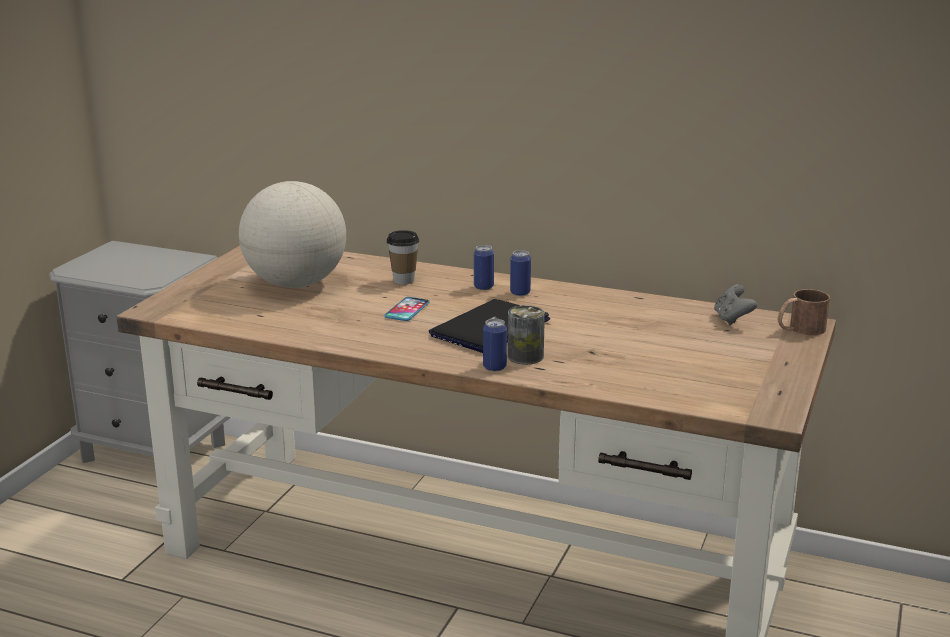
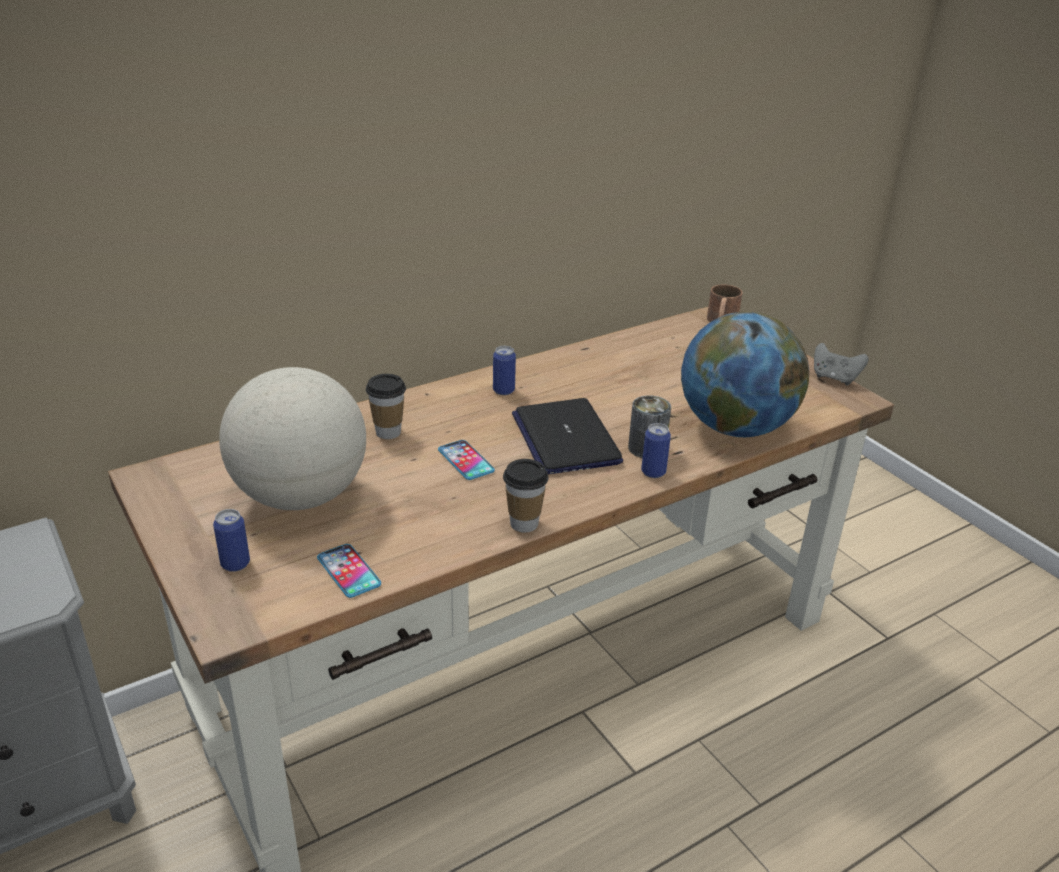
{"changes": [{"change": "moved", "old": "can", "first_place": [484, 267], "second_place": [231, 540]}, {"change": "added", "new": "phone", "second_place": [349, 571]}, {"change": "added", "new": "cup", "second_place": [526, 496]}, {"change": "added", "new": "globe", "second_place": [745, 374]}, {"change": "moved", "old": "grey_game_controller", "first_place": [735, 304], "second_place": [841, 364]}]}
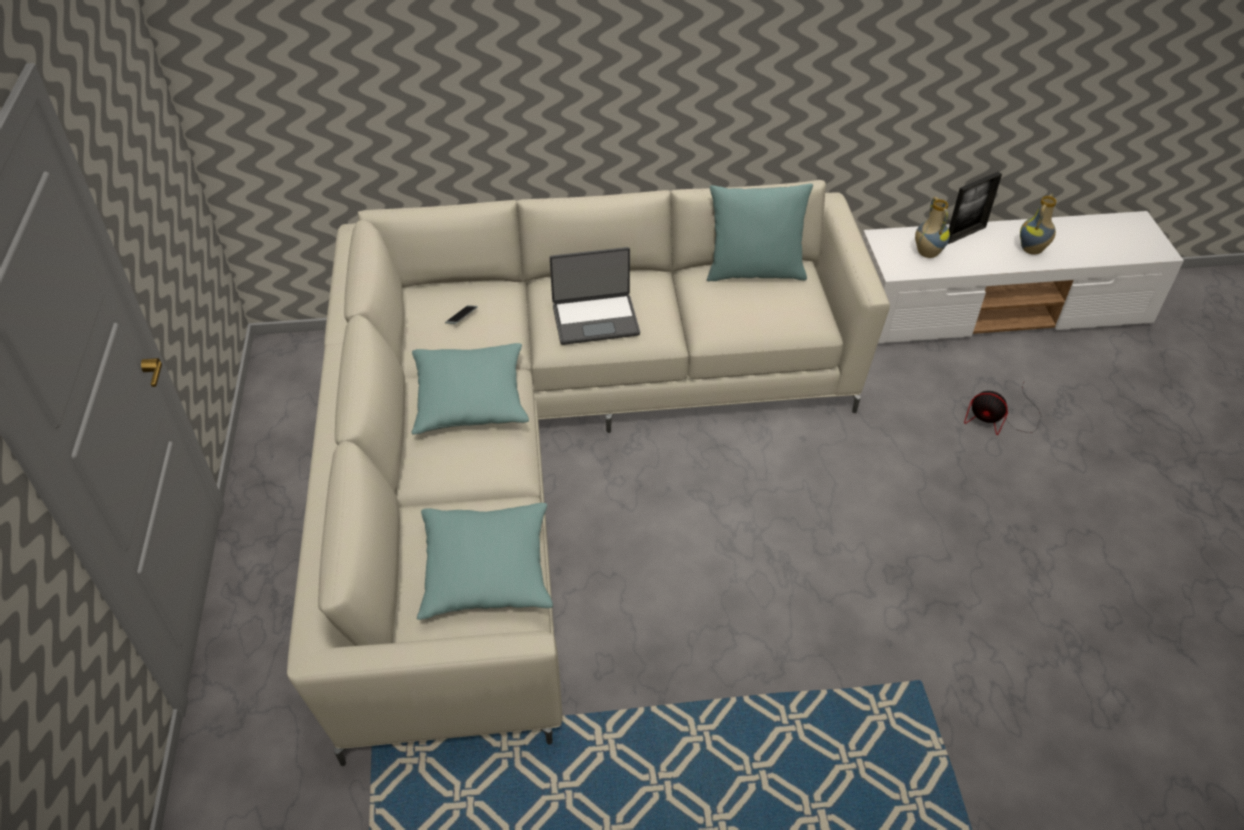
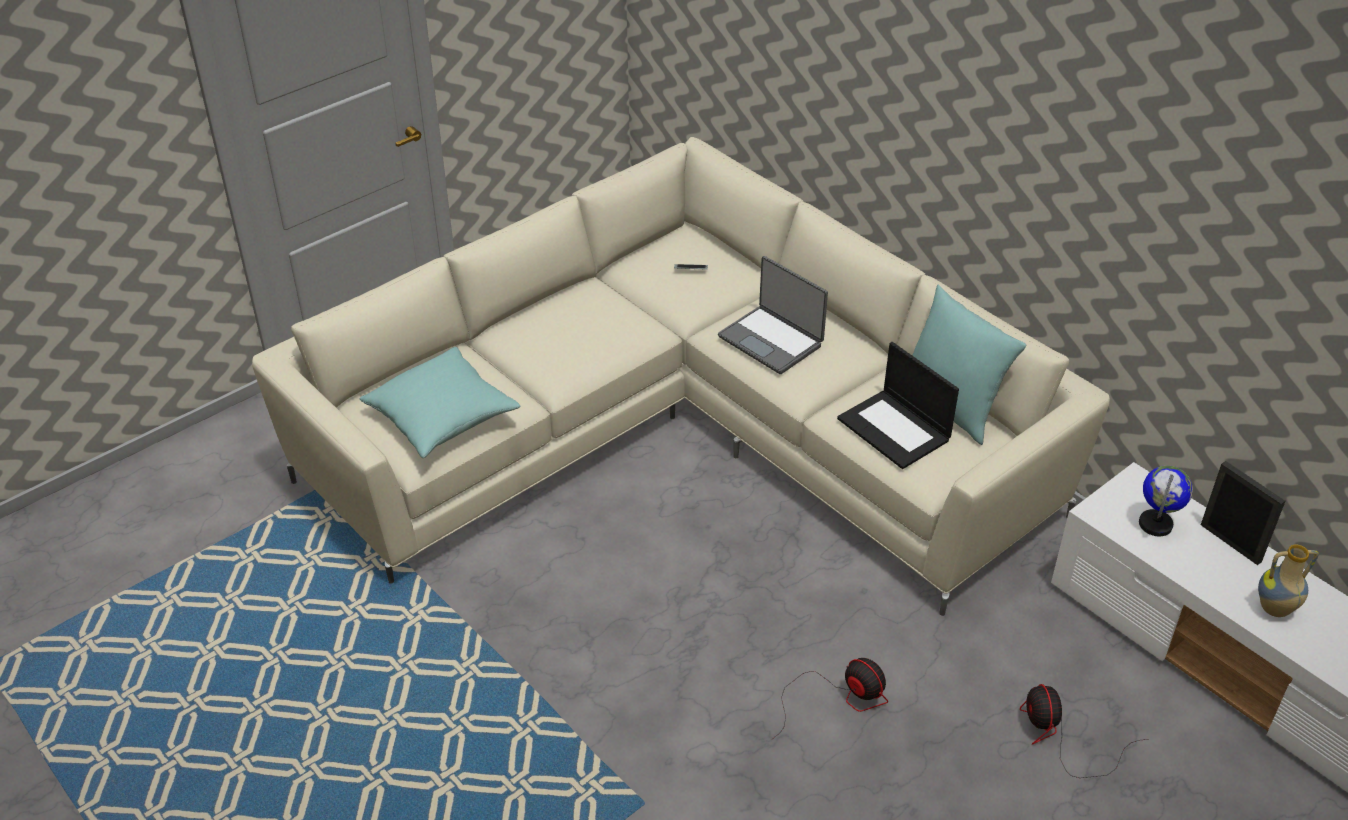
{"changes": [{"change": "added", "new": "fan", "second_place": [829, 699]}, {"change": "added", "new": "laptop", "second_place": [898, 405]}, {"change": "replaced", "old": "vase", "new": "globe", "first_place": [932, 227], "second_place": [1166, 500]}, {"change": "turned", "old": "picture_frame", "first_place": [975, 208], "second_place": [1243, 513], "degrees": -150}, {"change": "removed", "old": "turquoise_pillow", "first_place": [470, 389]}]}
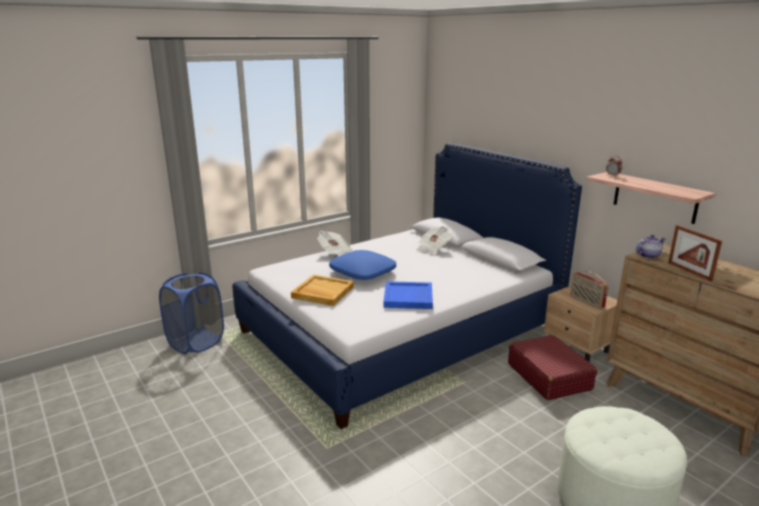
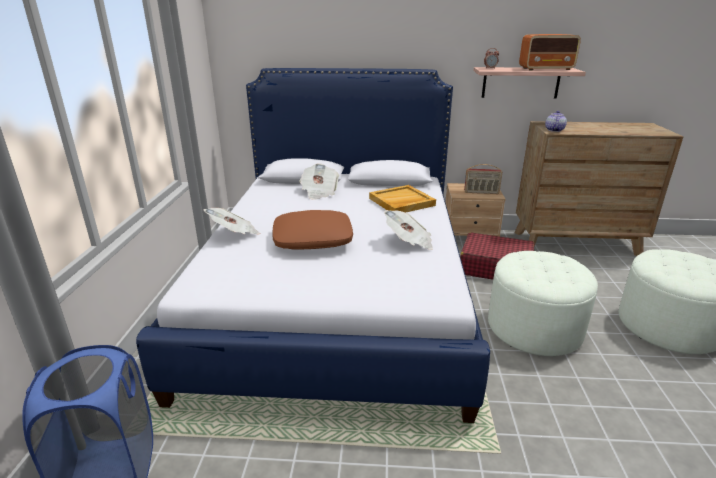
{"changes": [{"change": "recoloured", "old": "blue_pillow", "new": "brown_pillow", "first_place": [362, 265], "second_place": [312, 229]}, {"change": "moved", "old": "beige_tray", "first_place": [322, 290], "second_place": [402, 199]}, {"change": "replaced", "old": "blue_tray", "new": "newspaper", "first_place": [408, 295], "second_place": [408, 230]}, {"change": "added", "new": "white_ottoman", "second_place": [543, 303]}, {"change": "added", "new": "radio", "second_place": [550, 52]}, {"change": "removed", "old": "picture_frame", "first_place": [695, 253]}]}
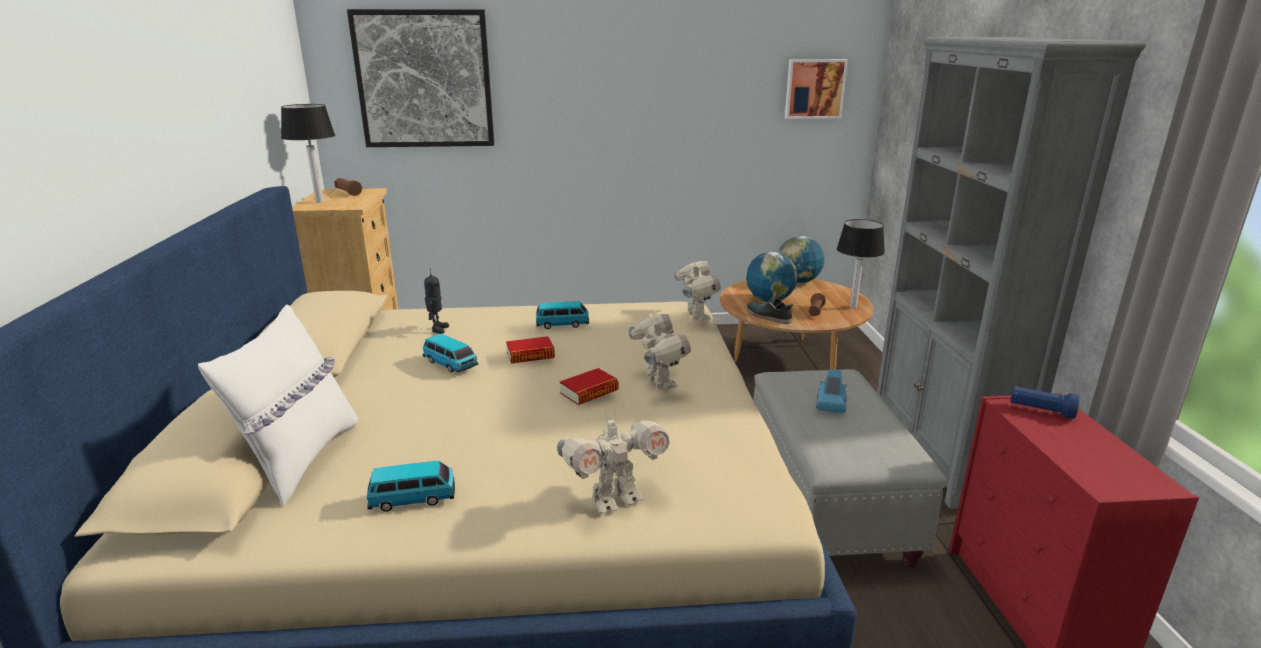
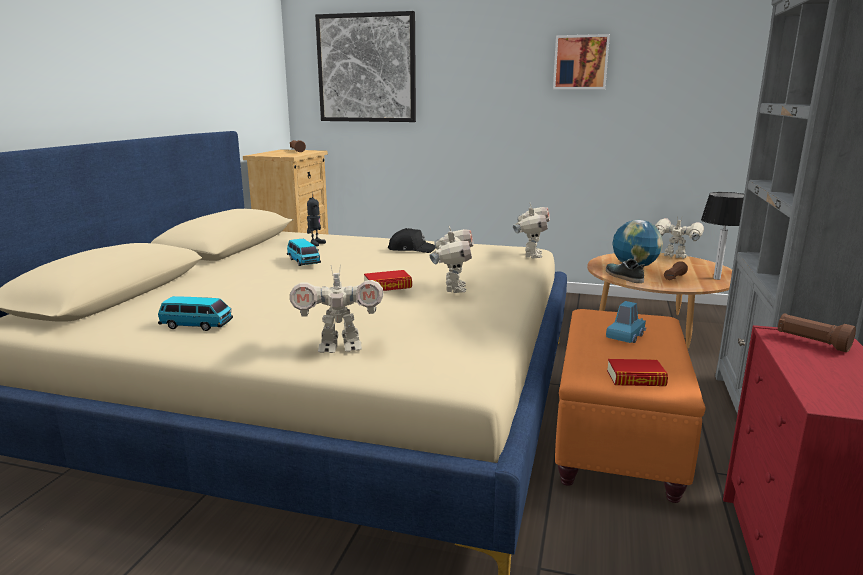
{"changes": [{"change": "replaced", "old": "toy_car", "new": "black_cap", "first_place": [562, 315], "second_place": [412, 240]}, {"change": "moved", "old": "picture", "first_place": [816, 89], "second_place": [581, 61]}, {"change": "recoloured", "old": "grey_ottoman", "new": "orange_ottoman", "first_place": [850, 468], "second_place": [630, 406]}, {"change": "moved", "old": "book", "first_place": [530, 350], "second_place": [637, 372]}, {"change": "replaced", "old": "globe", "new": "toy_robot", "first_place": [801, 259], "second_place": [679, 237]}, {"change": "recoloured", "old": "blue_flashlight", "new": "brown_flashlight", "first_place": [1045, 402], "second_place": [817, 332]}, {"change": "removed", "old": "white_pillow", "first_place": [278, 405]}, {"change": "removed", "old": "table_lamp", "first_place": [308, 153]}]}
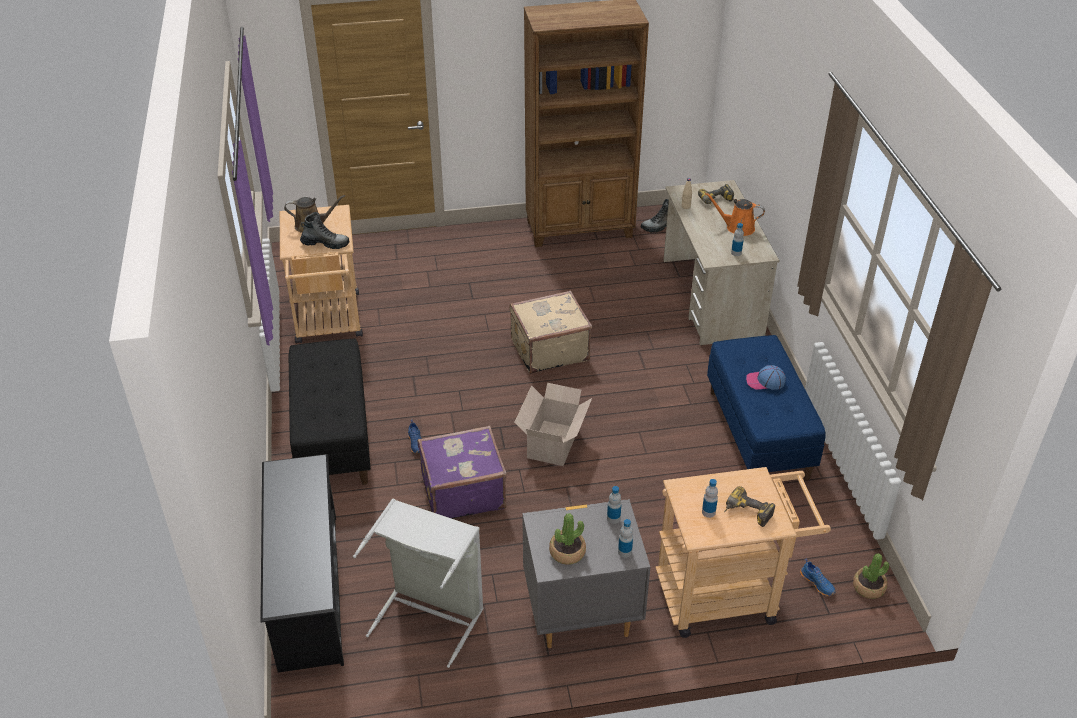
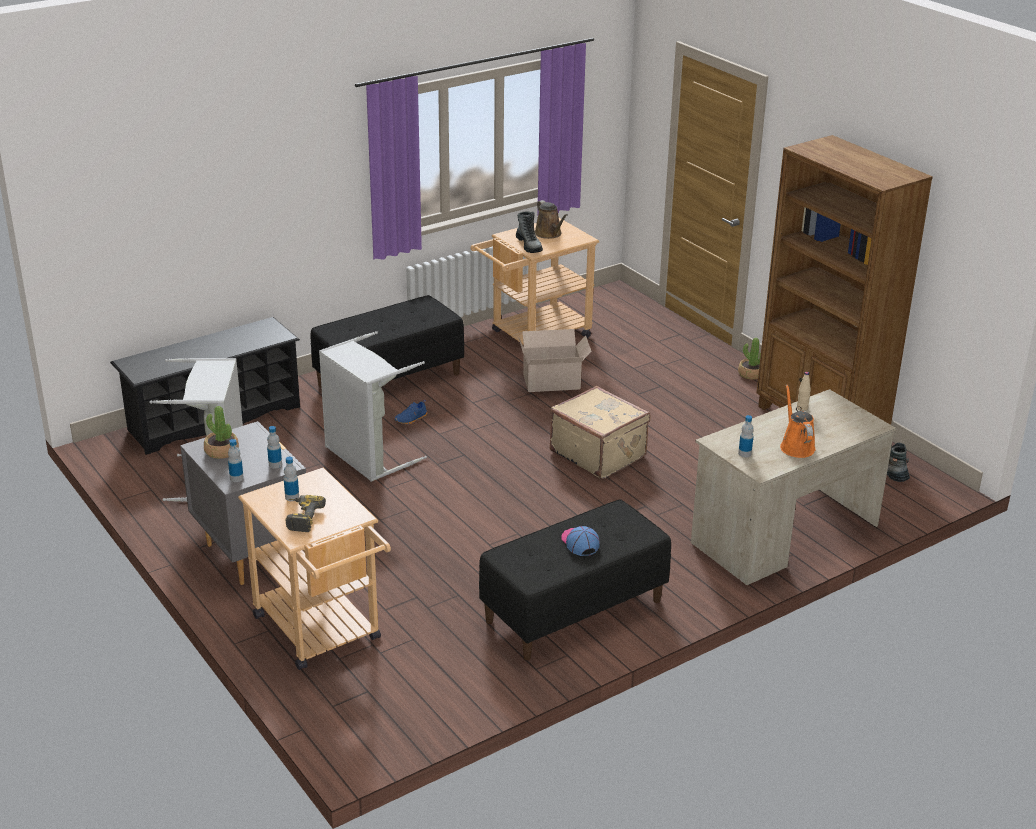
{"changes": [{"change": "replaced", "old": "purple_suitcase", "new": "grey_laundry_basket", "first_place": [462, 472], "second_place": [373, 406]}, {"change": "recoloured", "old": "blue_bench", "new": "black_bench", "first_place": [766, 408], "second_place": [575, 579]}, {"change": "moved", "old": "cardboard_box", "first_place": [553, 424], "second_place": [555, 360]}, {"change": "moved", "old": "potted_plant", "first_place": [871, 576], "second_place": [749, 359]}, {"change": "removed", "old": "power_drill", "first_place": [716, 195]}, {"change": "removed", "old": "blue_shoe", "first_place": [818, 577]}]}
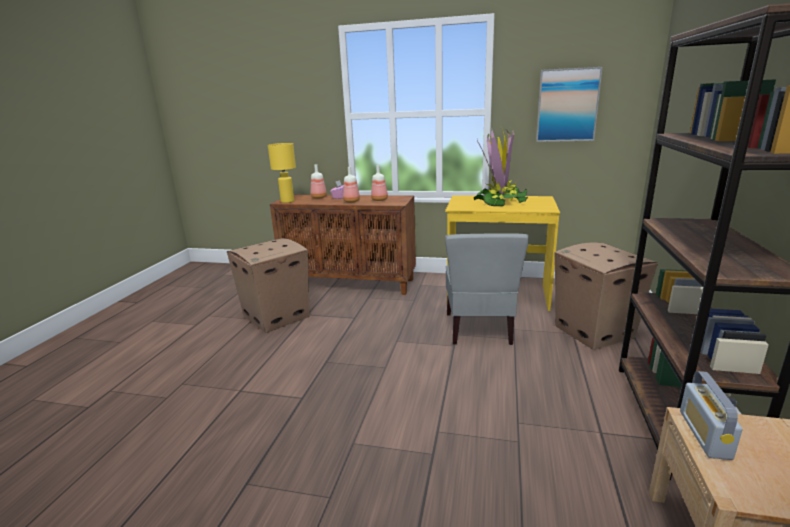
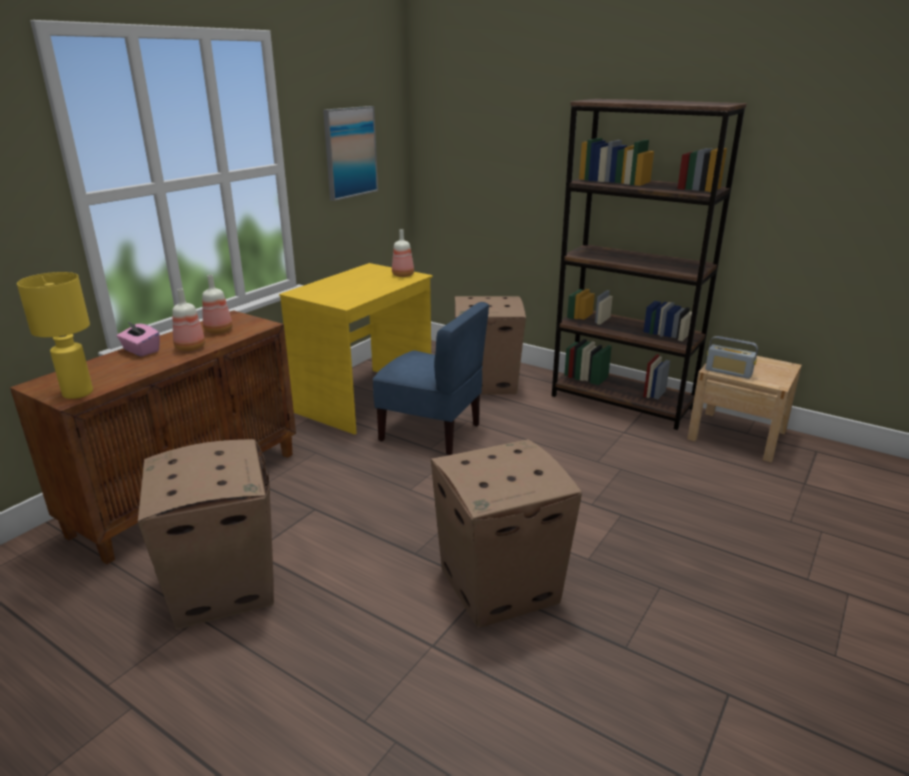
{"changes": [{"change": "recoloured", "old": "grey_chair", "new": "blue_chair", "first_place": [487, 289], "second_place": [430, 378]}, {"change": "moved", "old": "bottle", "first_place": [319, 181], "second_place": [403, 253]}, {"change": "added", "new": "cardboard_box", "second_place": [506, 533]}, {"change": "removed", "old": "potted_plant", "first_place": [501, 166]}]}
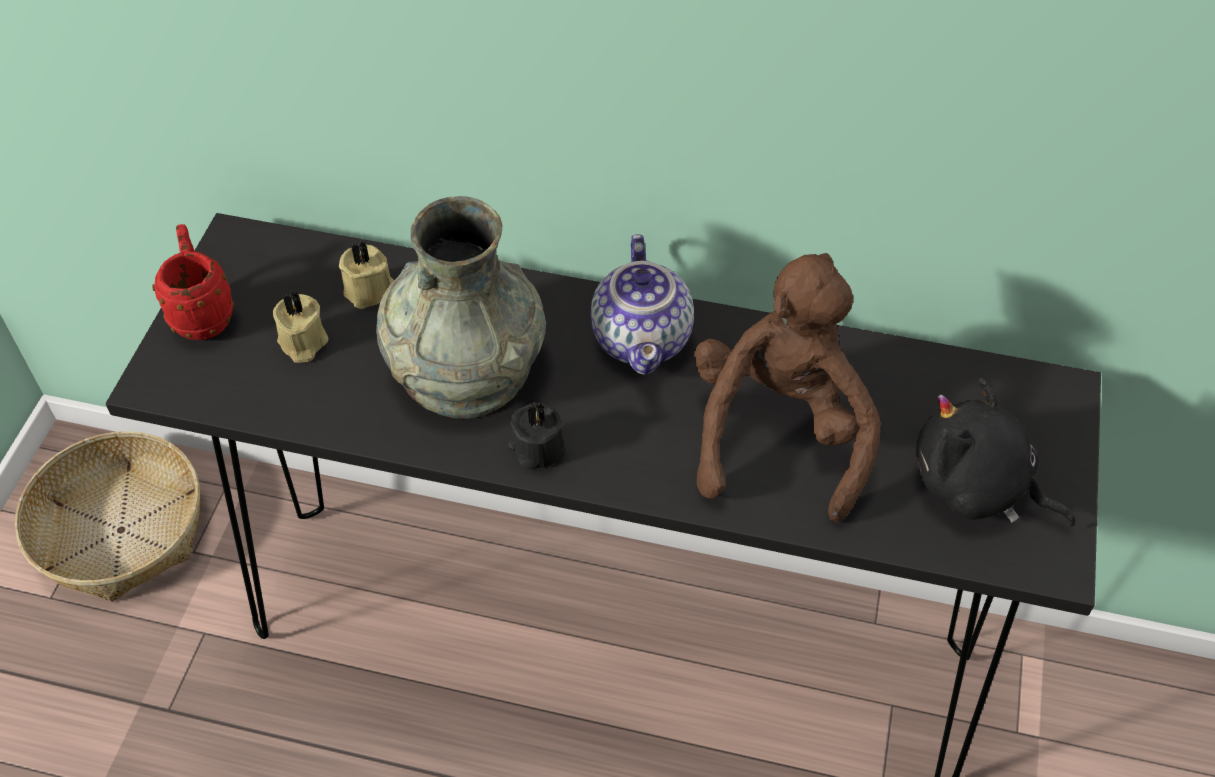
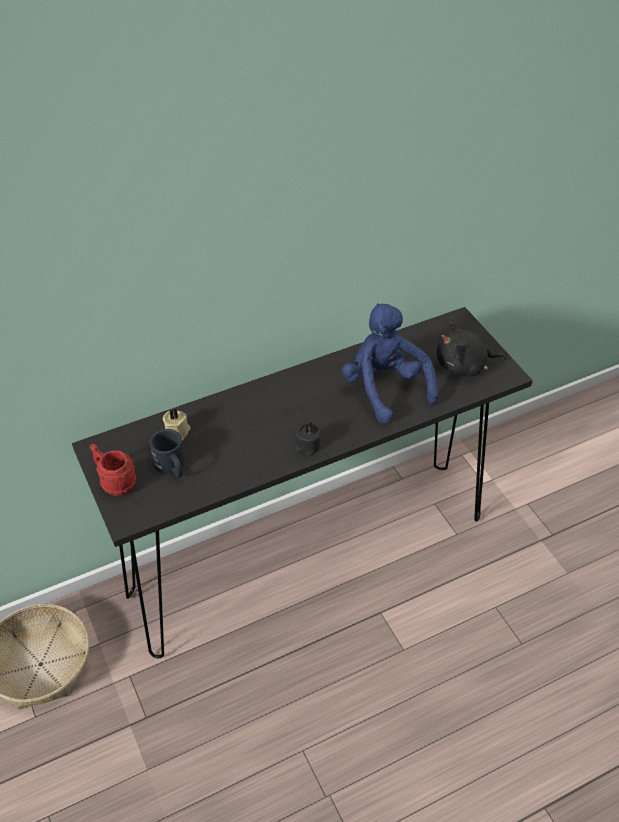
{"changes": [{"change": "replaced", "old": "beige_candle", "new": "black_mug", "first_place": [301, 327], "second_place": [167, 453]}, {"change": "recoloured", "old": "brown_plush_toy", "new": "blue_plush_toy", "first_place": [787, 388], "second_place": [390, 363]}, {"change": "removed", "old": "grey_vase", "first_place": [461, 307]}, {"change": "removed", "old": "teapot", "first_place": [642, 304]}]}
